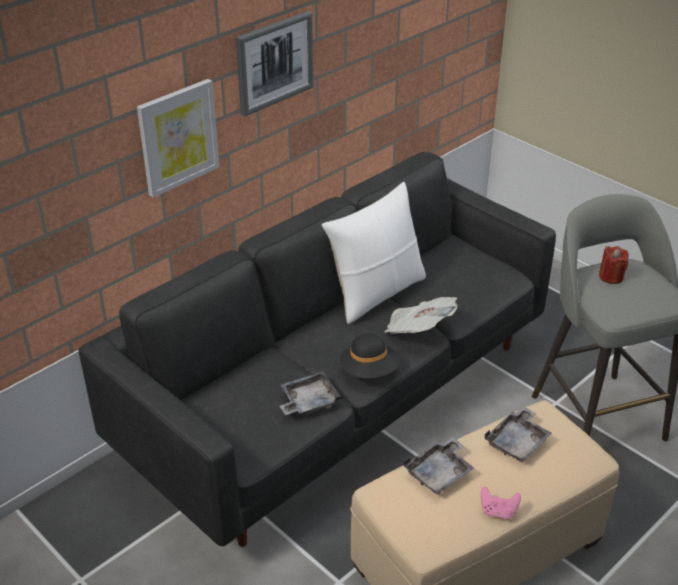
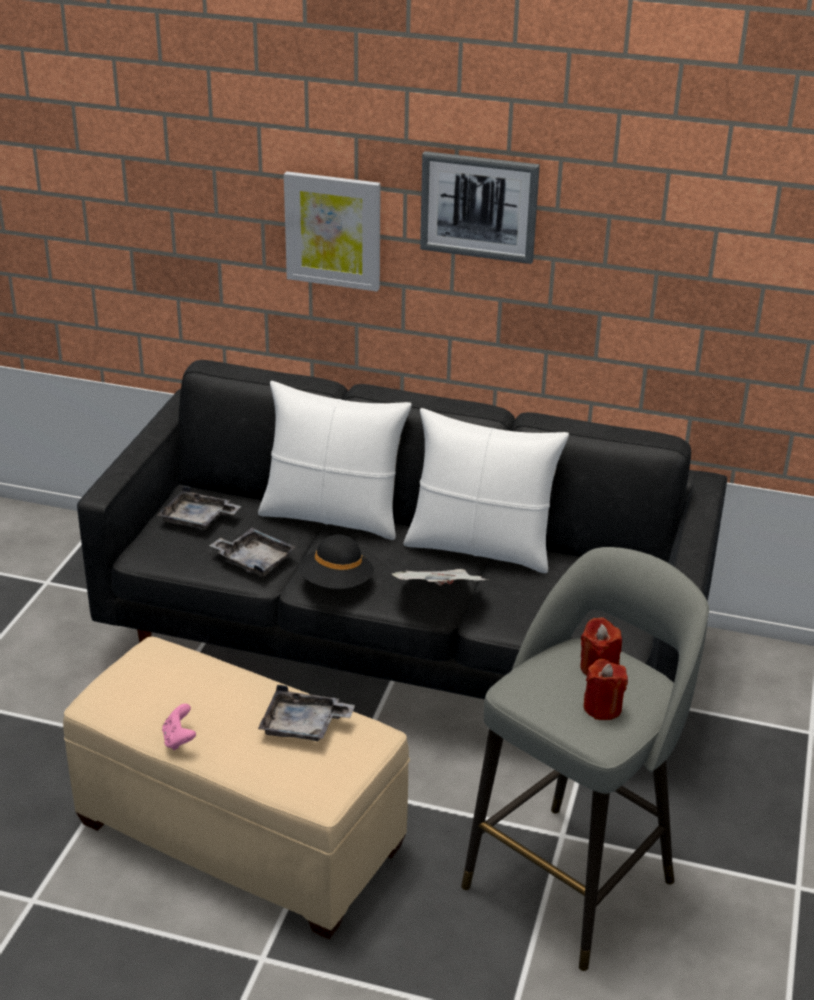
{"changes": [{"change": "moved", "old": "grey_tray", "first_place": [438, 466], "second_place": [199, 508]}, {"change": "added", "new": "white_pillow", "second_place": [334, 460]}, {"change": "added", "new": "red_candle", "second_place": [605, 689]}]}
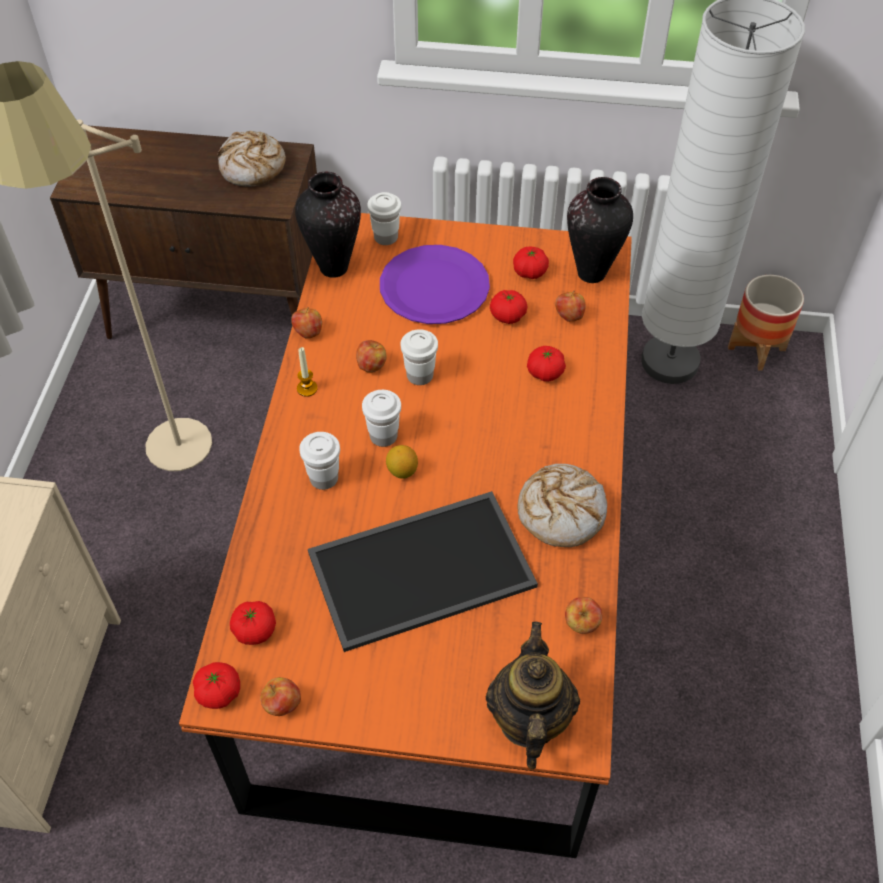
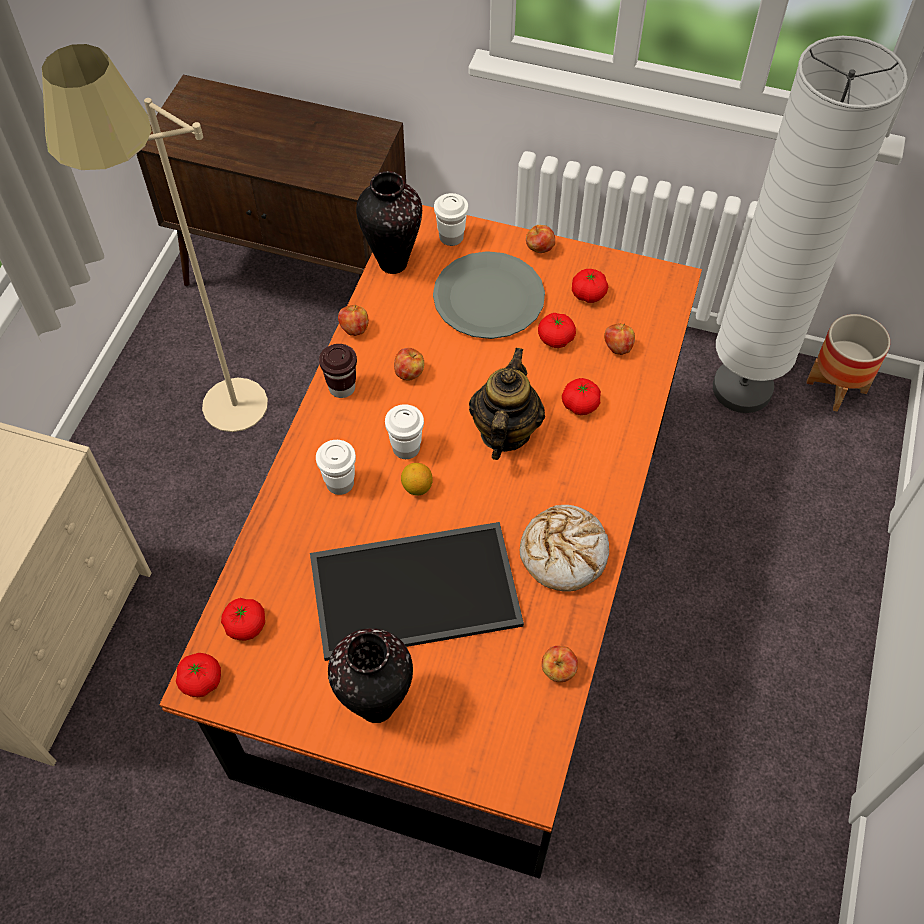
{"changes": [{"change": "replaced", "old": "candle", "new": "brown_cup", "first_place": [307, 372], "second_place": [338, 371]}, {"change": "moved", "old": "vase", "first_place": [600, 230], "second_place": [370, 675]}, {"change": "recoloured", "old": "purple_plate", "new": "grey_plate", "first_place": [435, 284], "second_place": [489, 295]}, {"change": "moved", "old": "teapot", "first_place": [533, 695], "second_place": [507, 404]}, {"change": "moved", "old": "apple", "first_place": [280, 696], "second_place": [540, 239]}, {"change": "removed", "old": "bread", "first_place": [252, 159]}, {"change": "removed", "old": "white_cup", "first_place": [419, 357]}]}
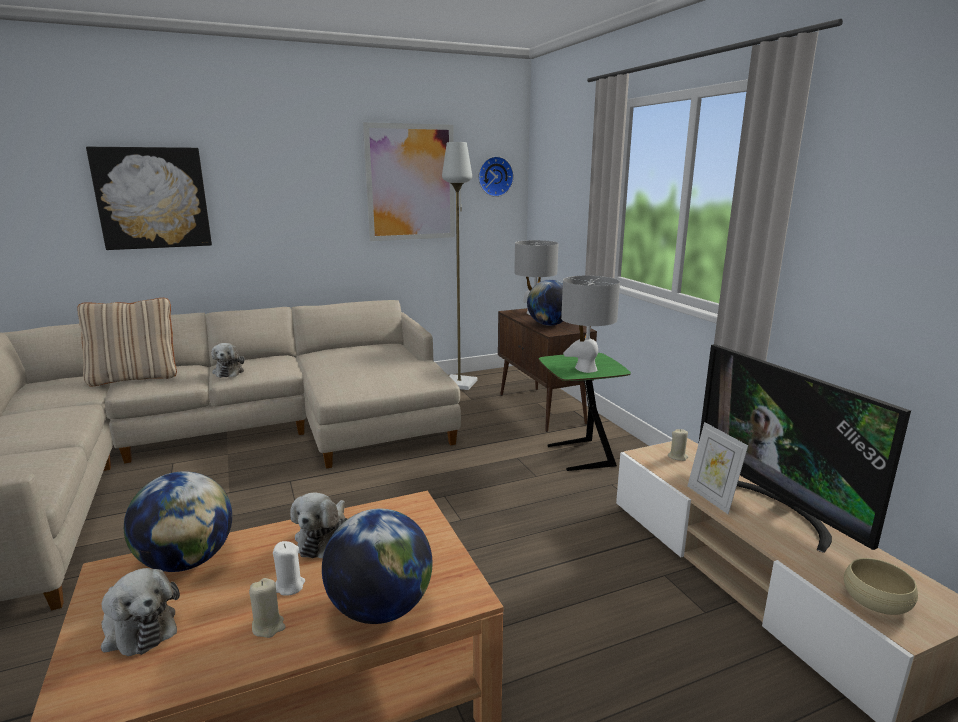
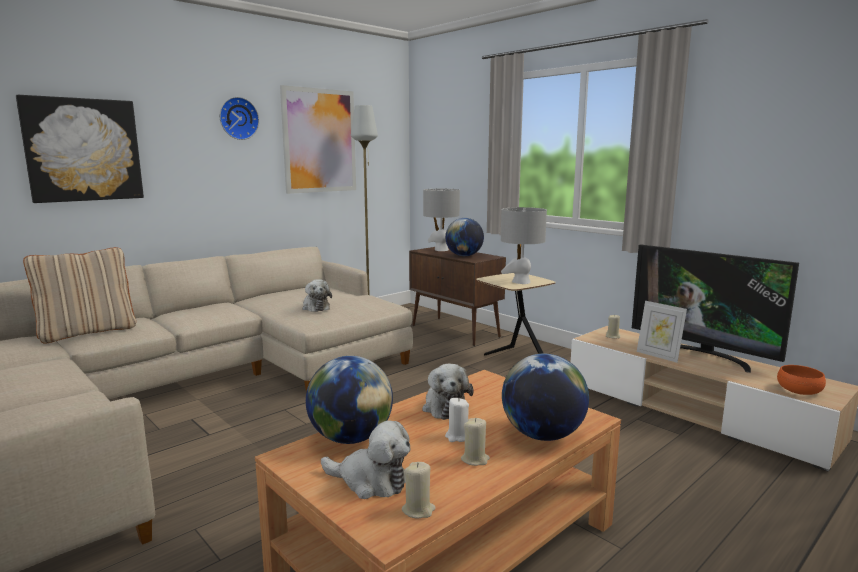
{"changes": [{"change": "moved", "old": "wall_clock", "first_place": [496, 176], "second_place": [239, 118]}, {"change": "moved", "old": "plush_toy", "first_place": [228, 360], "second_place": [317, 295]}, {"change": "added", "new": "beige_candle", "second_place": [419, 490]}, {"change": "recoloured", "old": "green_side_table", "new": "beige_side_table", "first_place": [585, 412], "second_place": [516, 320]}, {"change": "recoloured", "old": "beige_bowl", "new": "orange_bowl", "first_place": [881, 586], "second_place": [801, 380]}]}
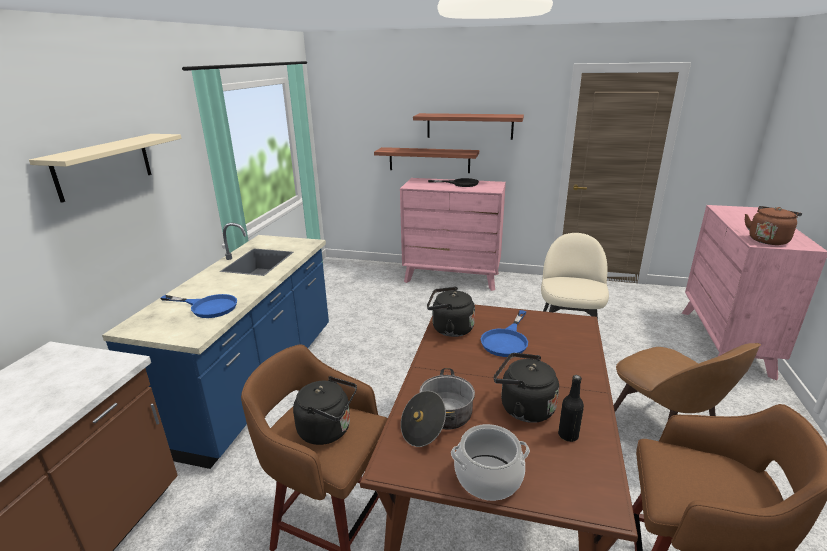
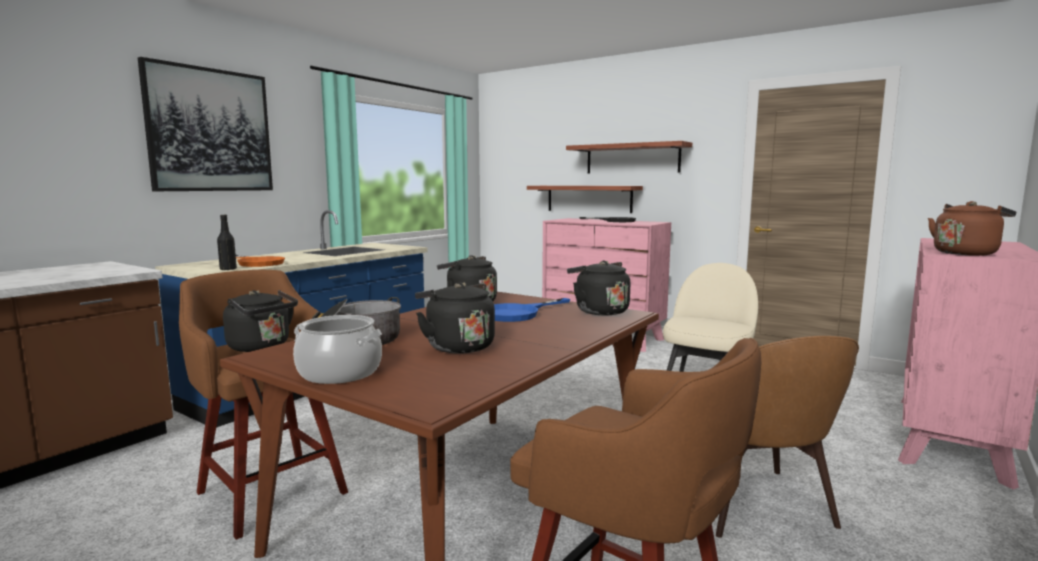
{"changes": [{"change": "replaced", "old": "beige_shelf", "new": "picture", "first_place": [105, 168], "second_place": [205, 124]}, {"change": "moved", "old": "black_bottle", "first_place": [571, 408], "second_place": [227, 242]}, {"change": "recoloured", "old": "blue_frying_pan", "new": "orange_frying_pan", "first_place": [199, 306], "second_place": [260, 261]}, {"change": "added", "new": "black_kettle", "second_place": [598, 287]}]}
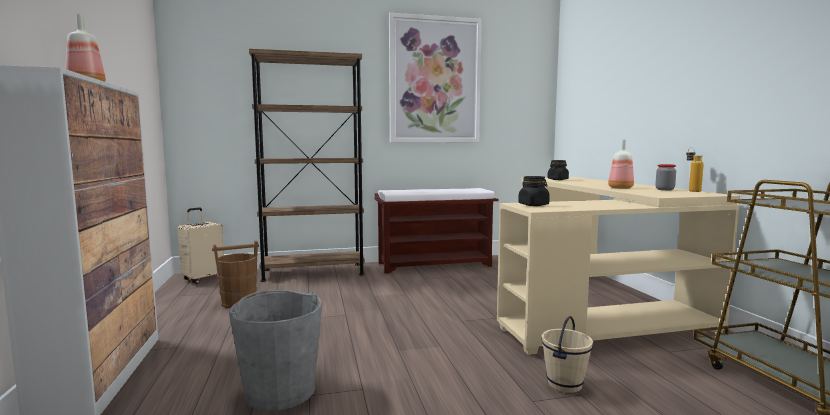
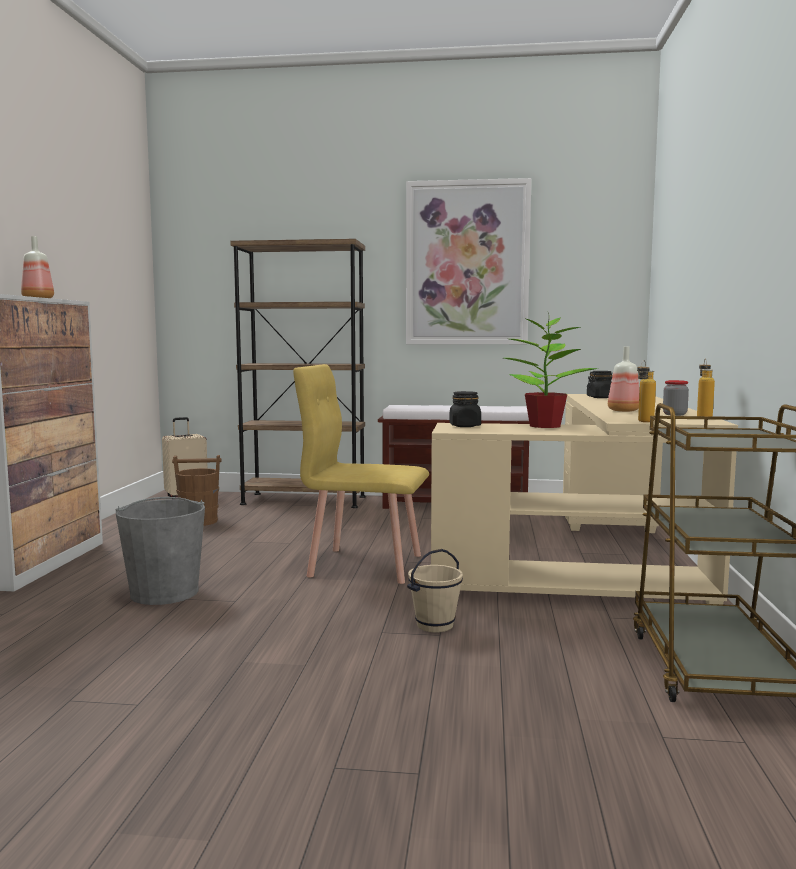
{"changes": [{"change": "added", "new": "yellow_chair", "second_place": [361, 474]}, {"change": "added", "new": "potted_plant", "second_place": [551, 370]}, {"change": "added", "new": "bottle", "second_place": [646, 391]}]}
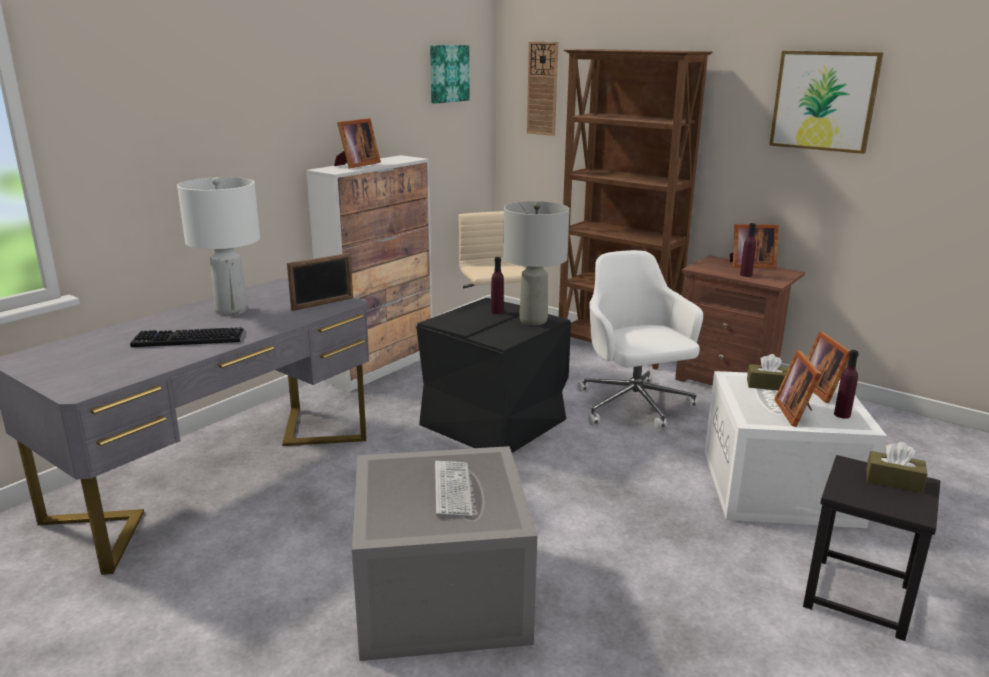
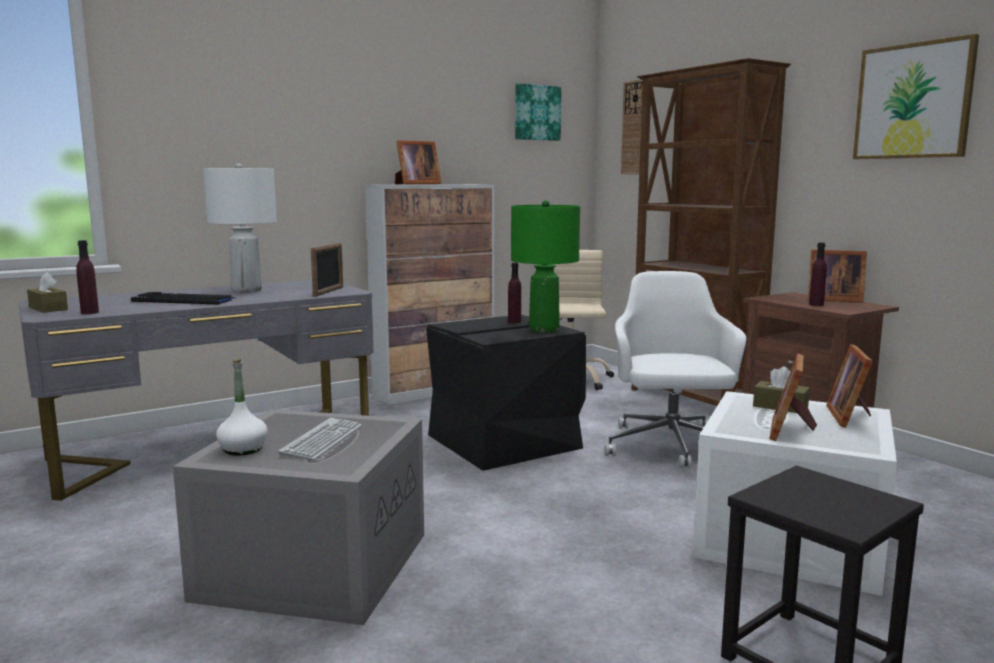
{"changes": [{"change": "moved", "old": "brown_tissue_box", "first_place": [897, 467], "second_place": [47, 292]}, {"change": "moved", "old": "purple_bottle", "first_place": [846, 384], "second_place": [87, 277]}, {"change": "added", "new": "white_bottle", "second_place": [242, 407]}, {"change": "turned", "old": "picture_frame", "first_place": [320, 282], "second_place": [327, 270], "degrees": -60}, {"change": "recoloured", "old": "grey_table_lamp", "new": "green_table_lamp", "first_place": [536, 263], "second_place": [545, 266]}]}
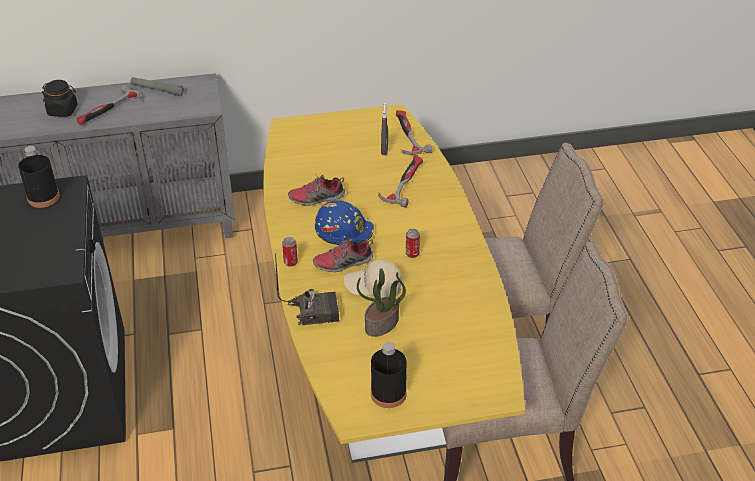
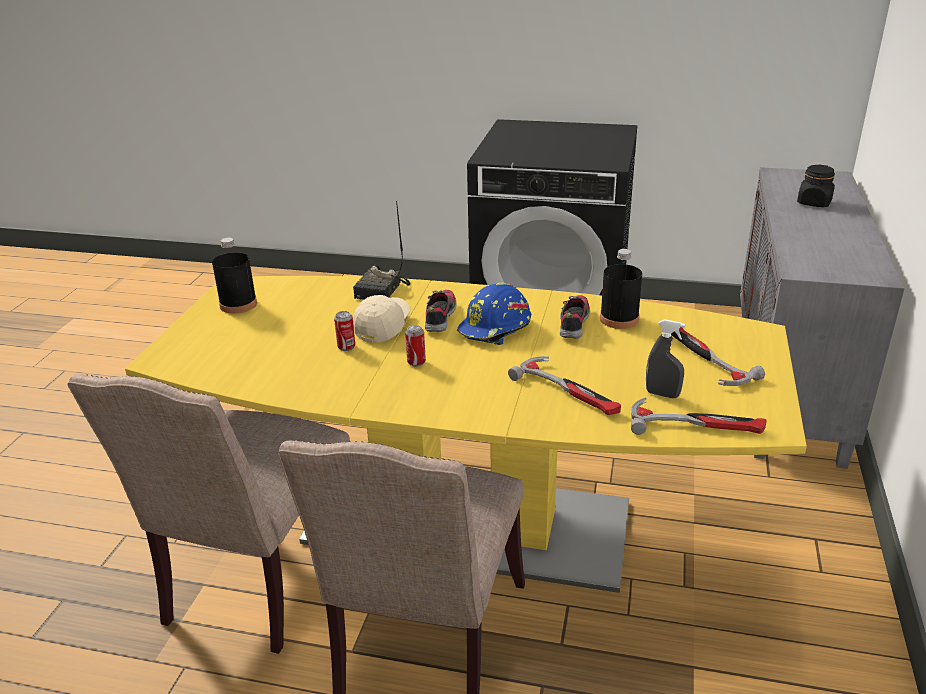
{"changes": [{"change": "moved", "old": "can", "first_place": [290, 252], "second_place": [344, 331]}, {"change": "moved", "old": "black_bottle", "first_place": [39, 177], "second_place": [621, 289]}, {"change": "moved", "old": "hammer", "first_place": [109, 105], "second_place": [718, 356]}, {"change": "removed", "old": "grey_flashlight", "first_place": [157, 86]}, {"change": "removed", "old": "potted_plant", "first_place": [381, 302]}]}
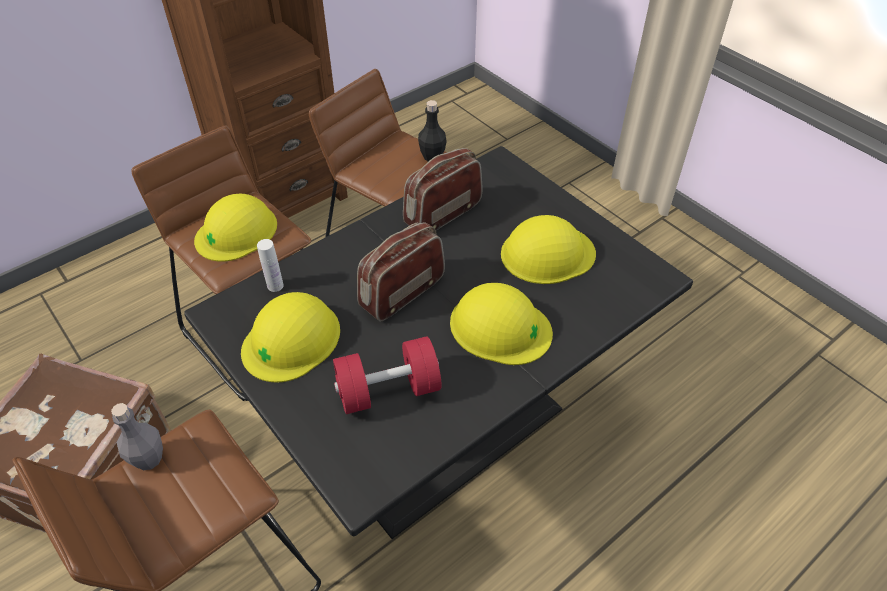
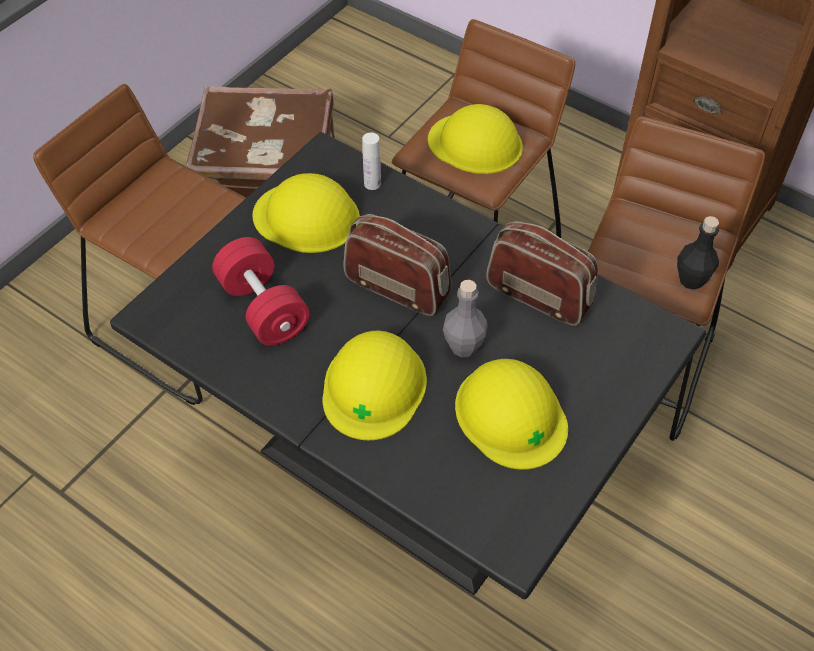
{"changes": [{"change": "moved", "old": "grey_bottle", "first_place": [137, 436], "second_place": [465, 318]}]}
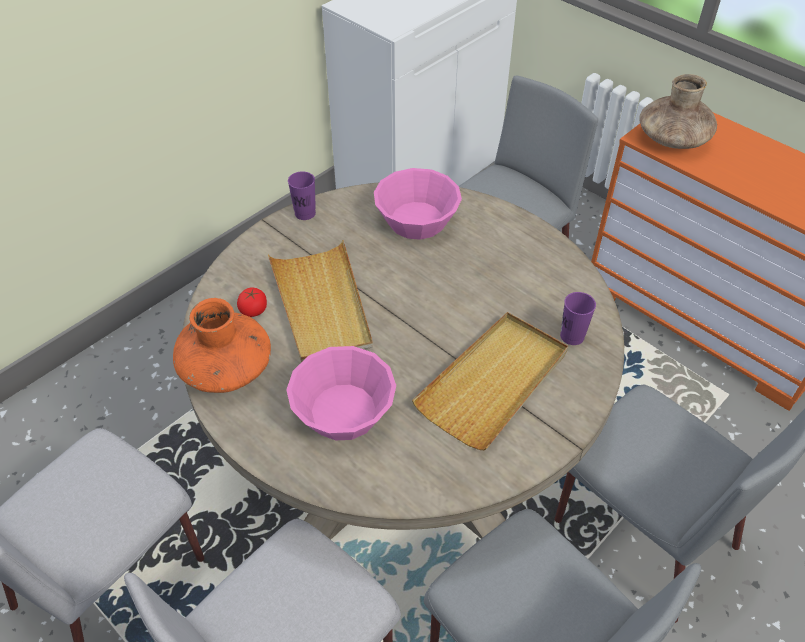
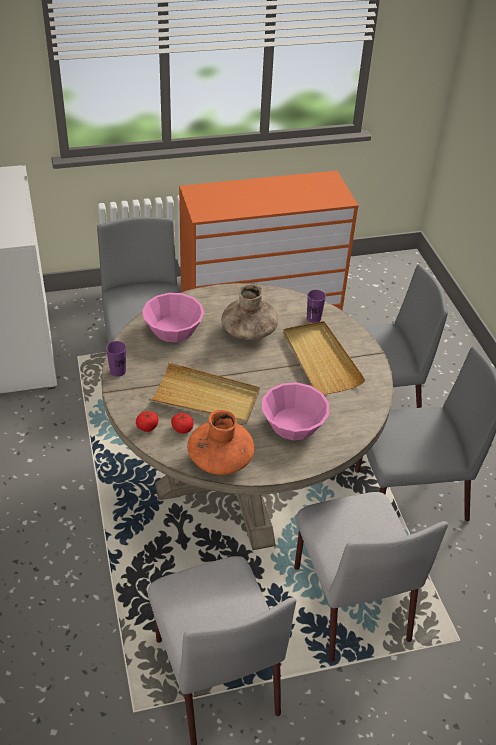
{"changes": [{"change": "added", "new": "tomato", "second_place": [147, 421]}, {"change": "moved", "old": "brown_vase", "first_place": [678, 111], "second_place": [250, 312]}]}
